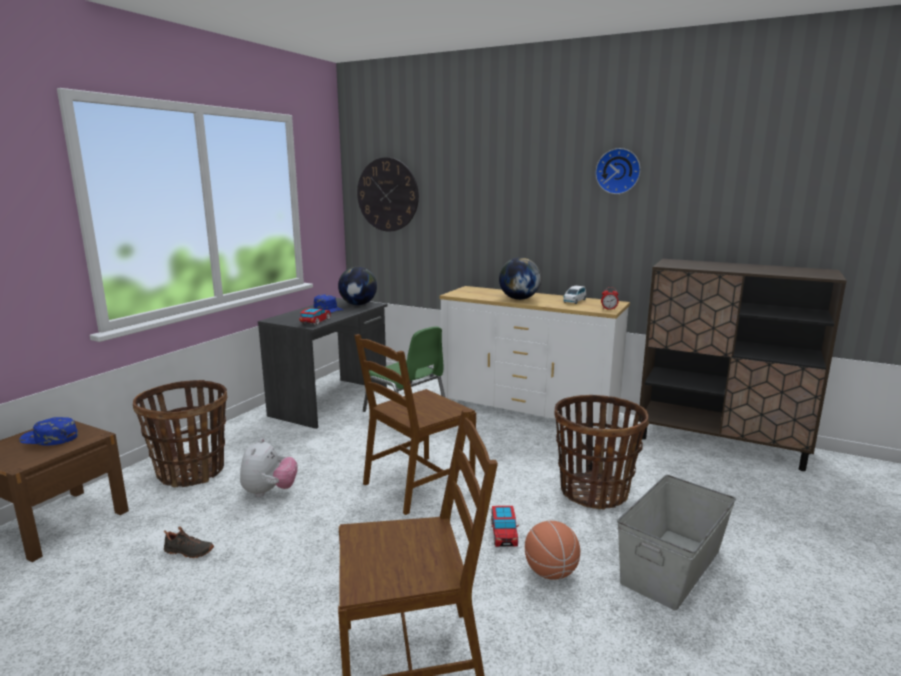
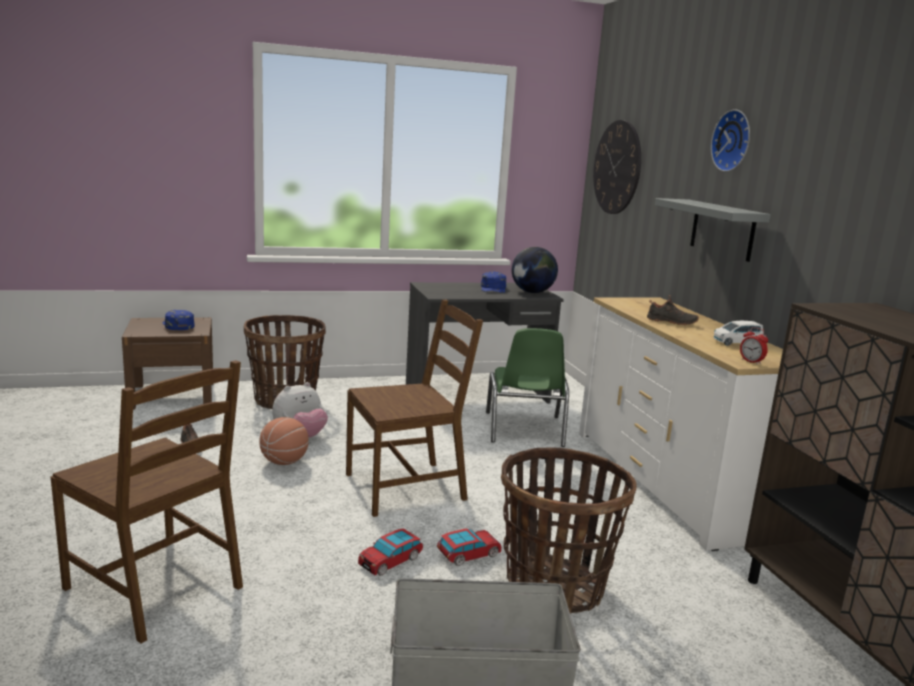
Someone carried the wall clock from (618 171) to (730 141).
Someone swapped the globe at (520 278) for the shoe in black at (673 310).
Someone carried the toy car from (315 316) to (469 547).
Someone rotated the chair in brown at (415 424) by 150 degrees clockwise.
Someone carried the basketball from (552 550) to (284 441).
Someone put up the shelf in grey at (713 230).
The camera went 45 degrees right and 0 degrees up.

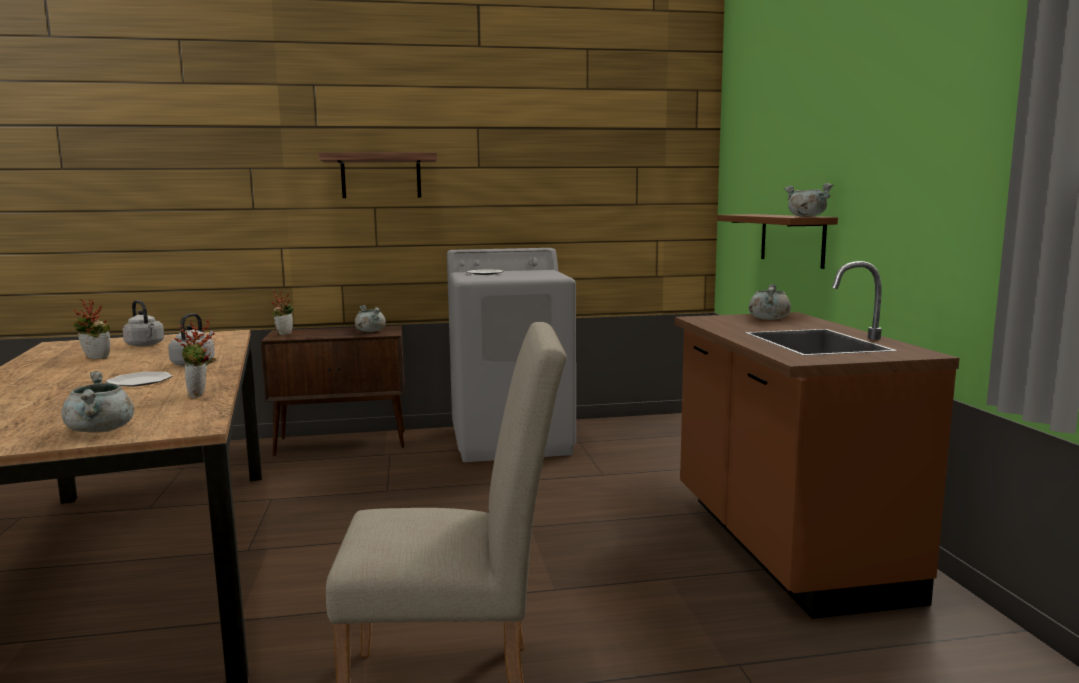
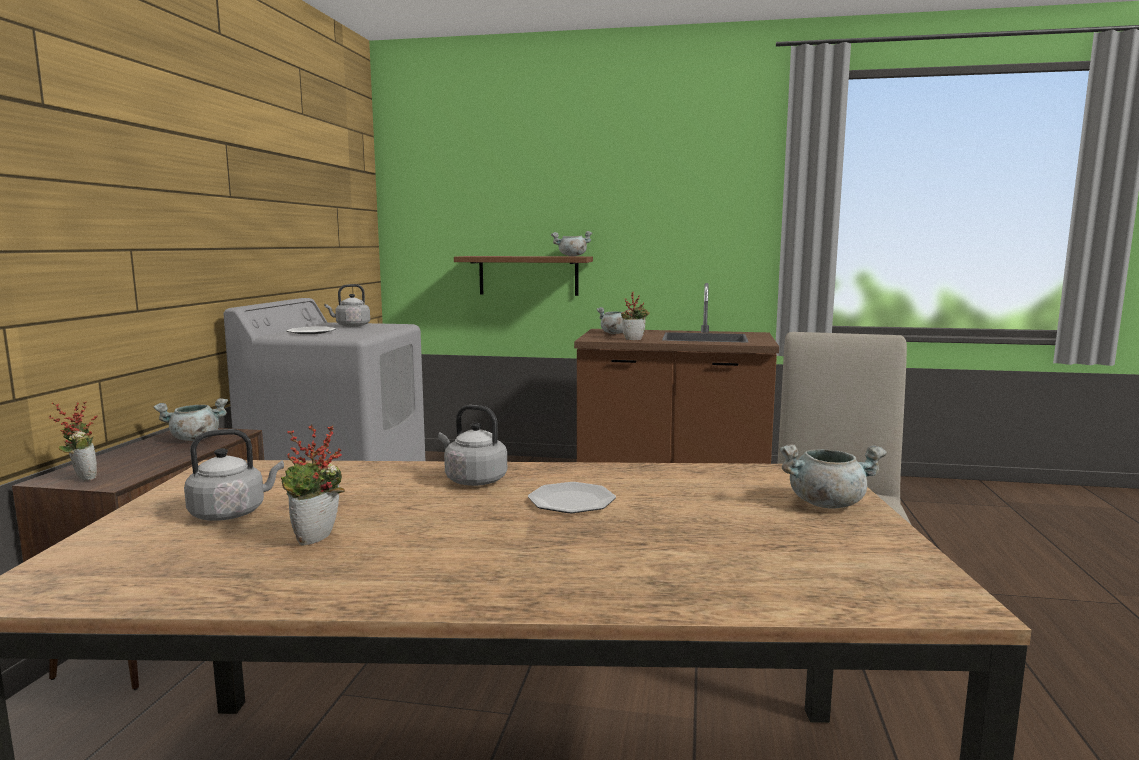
Someone took away the shelf at (378 175).
Someone carried the potted plant from (195 358) to (635 316).
Someone put down the kettle in grey at (347 305).
The camera went 70 degrees left and 0 degrees up.

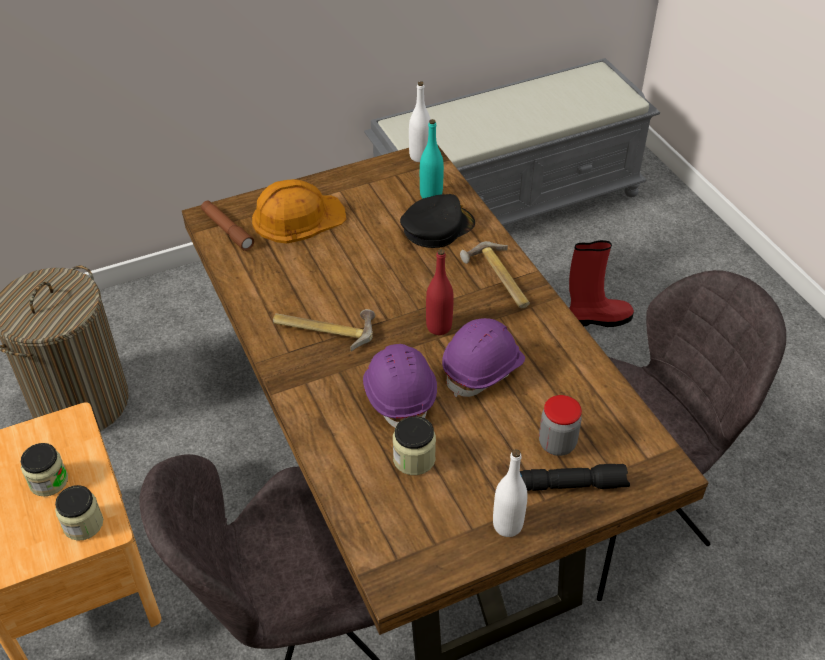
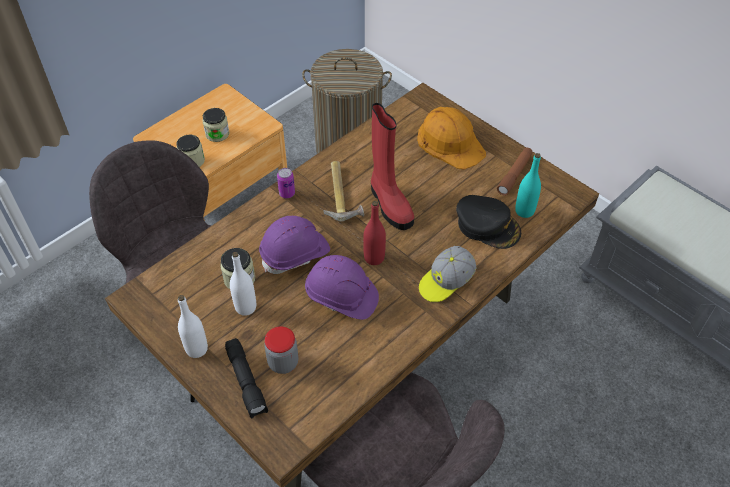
Someone carried the bottle in white from (420 121) to (243 284).
Someone carried the flashlight in brown from (227 226) to (515 171).
Someone carried the boot in red from (601 283) to (392 166).
Someone swapped the hammer at (495 274) for the cap at (448 274).
Someone put down the can at (286 183).
The camera went 70 degrees right and 5 degrees up.

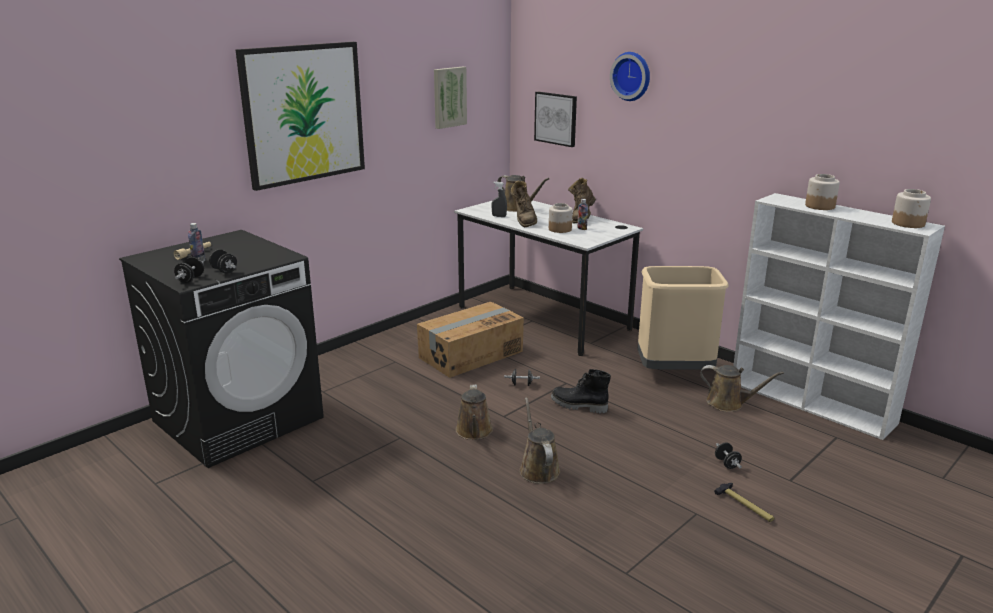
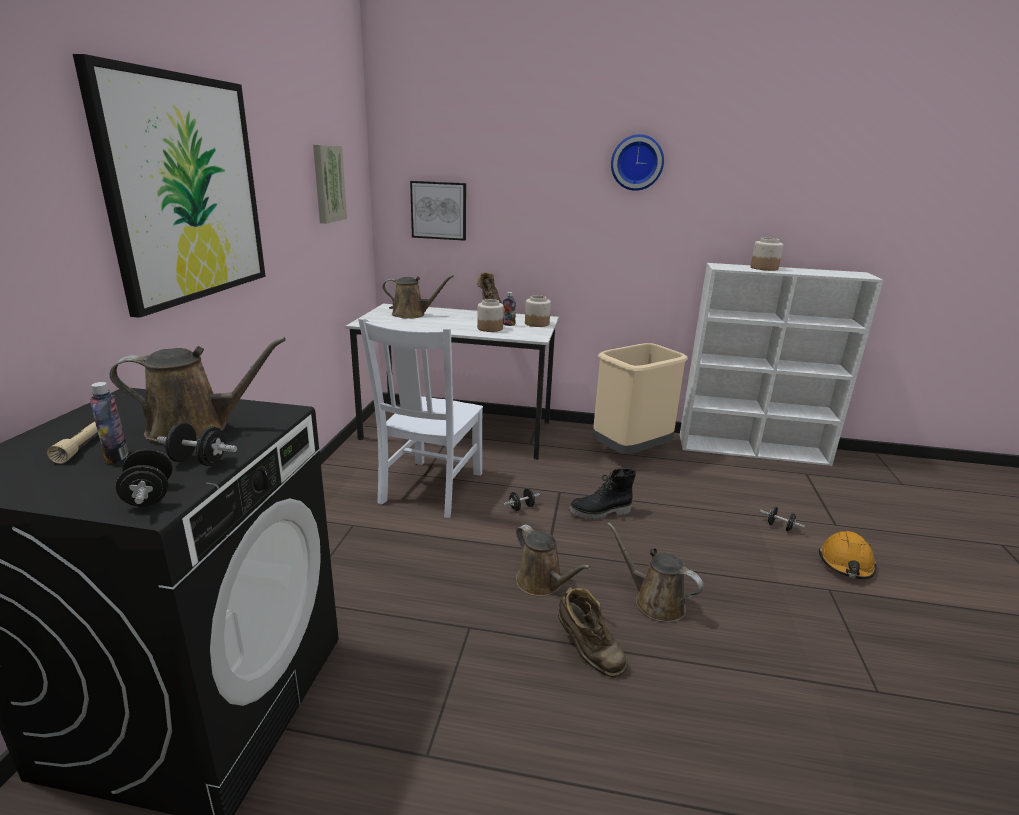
Someone carried the wall clock from (630 76) to (637 162).
Someone carried the boot in brown from (523 203) to (593 632).
Someone took away the spray bottle in grey at (499 199).
Someone carried the jar from (911 208) to (538 311).
Someone swapped the cardboard box at (470 340) for the chair in white at (420 418).
Someone carried the watering can in brown from (742 388) to (198 391).
Someone swapped the hammer at (744 502) for the hard hat in orange at (847 555).
The camera went 35 degrees left and 0 degrees up.

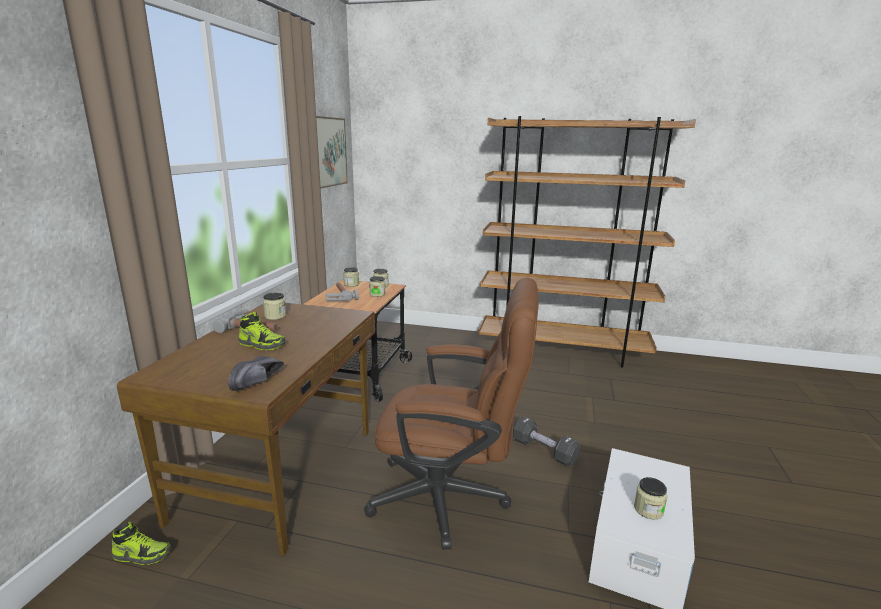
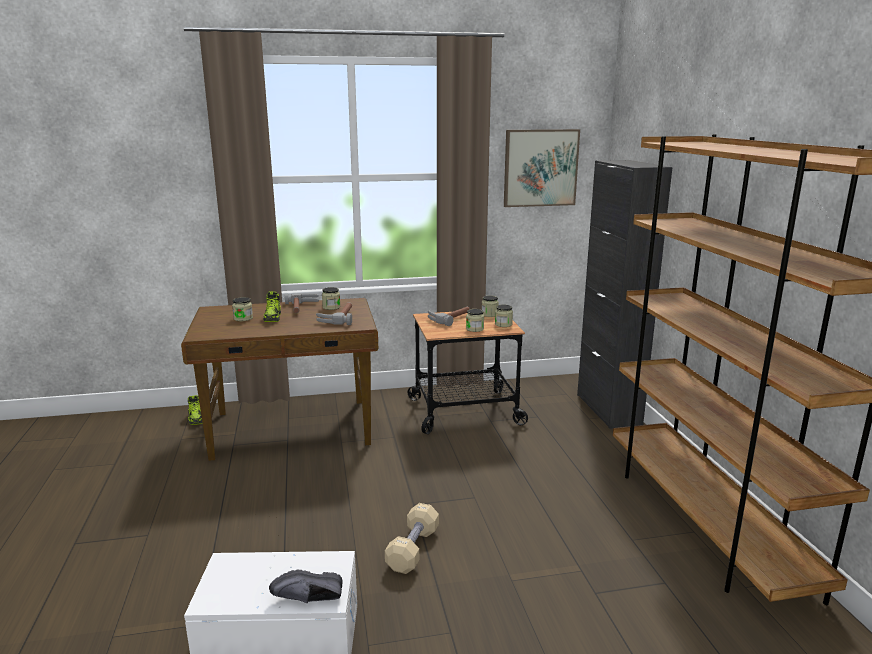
Someone took away the office chair in brown at (451 413).
Someone carried the shoe in black from (256 373) to (305 586).
Someone repainted the dumbbell in black at (546 441), which became the dumbbell in beige at (412 538).
Someone carried the jar from (650 498) to (242 309).
Someone put down the cabinet in black at (624 294).
Someone put down the hammer at (334 314).
The camera went 65 degrees right and 0 degrees up.

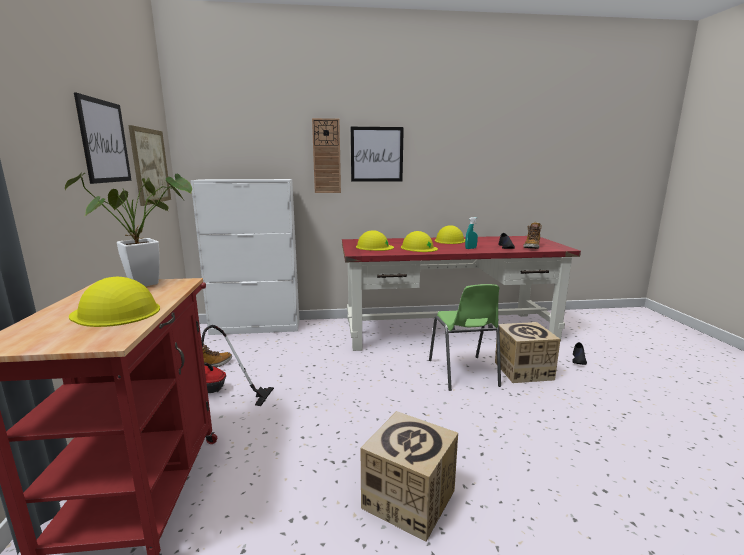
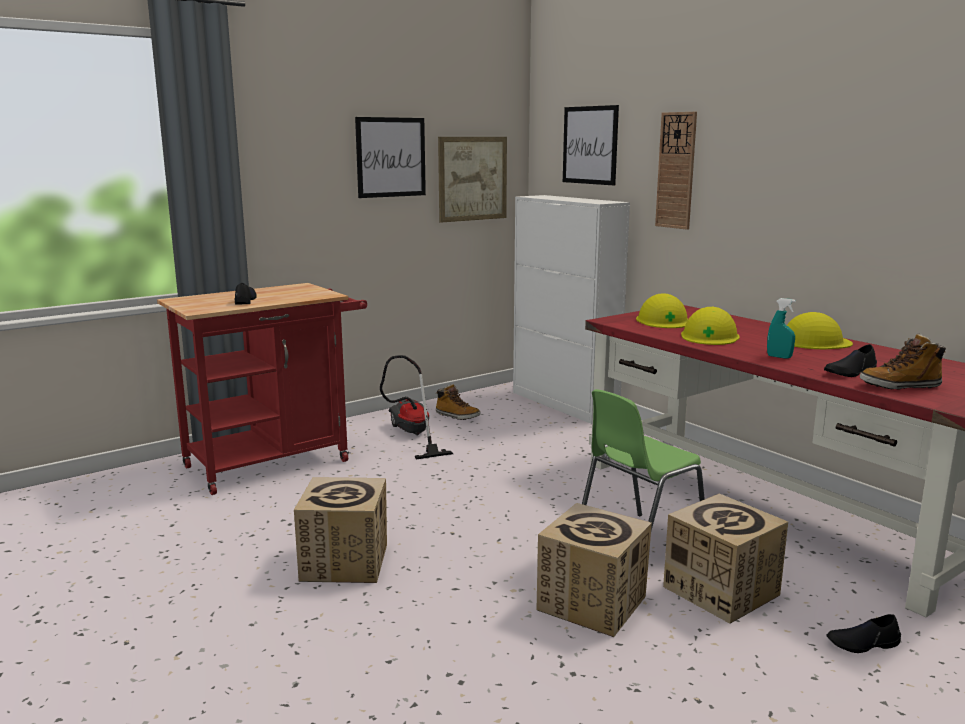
Someone carried the picture from (377 154) to (591 145).
Someone took away the potted plant at (128 229).
Someone swapped the hard hat in yellow at (114 302) for the shoe in black at (245 294).
Someone put down the cardboard box at (594 570).
The camera went 60 degrees right and 0 degrees up.

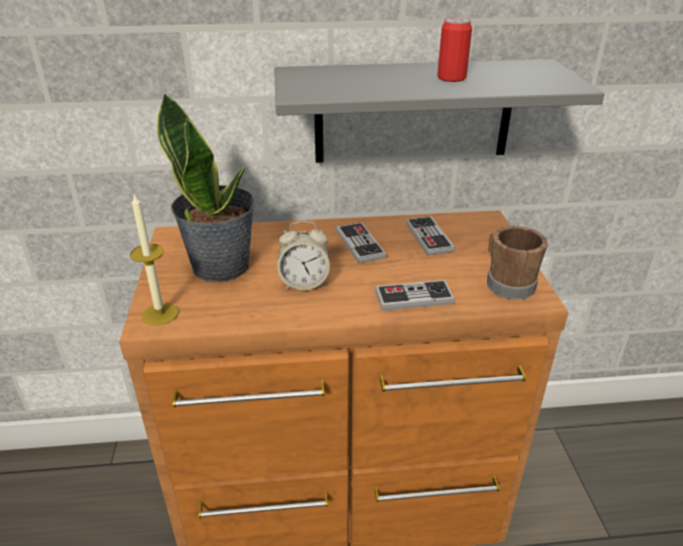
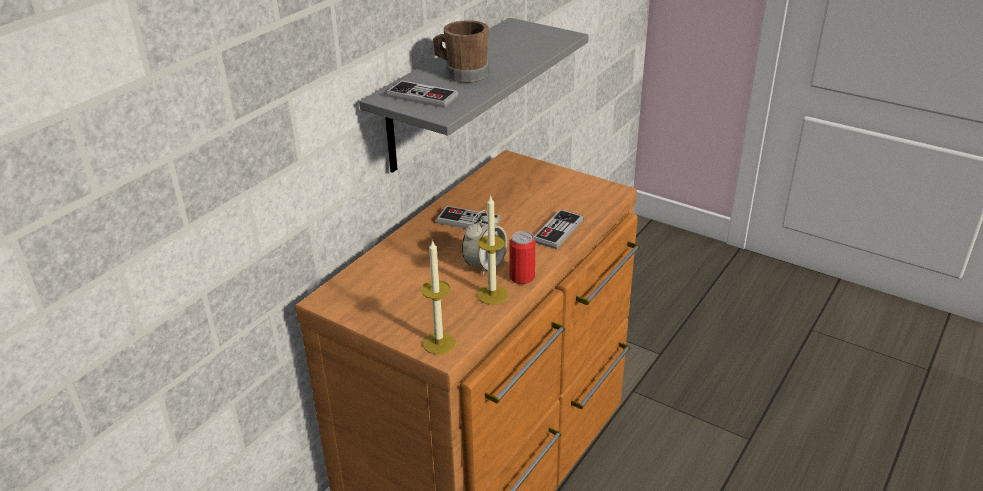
Someone carried the can from (454 49) to (522 257).
Someone took away the potted plant at (206 187).
Someone carried the game controller from (430 236) to (422 94).
Someone carried the mug in brown from (517 263) to (461 51).
Someone put down the candle at (492 249).
The camera went 50 degrees left and 0 degrees up.

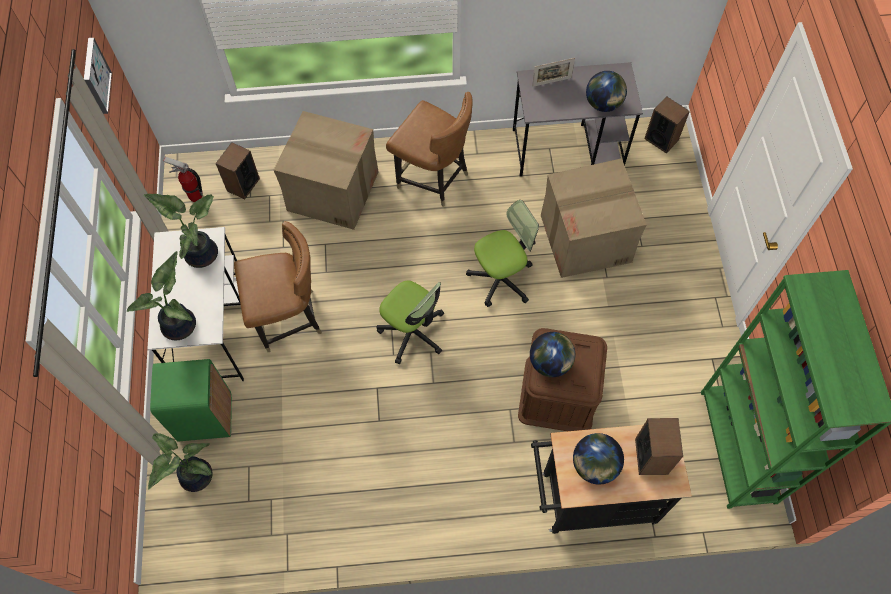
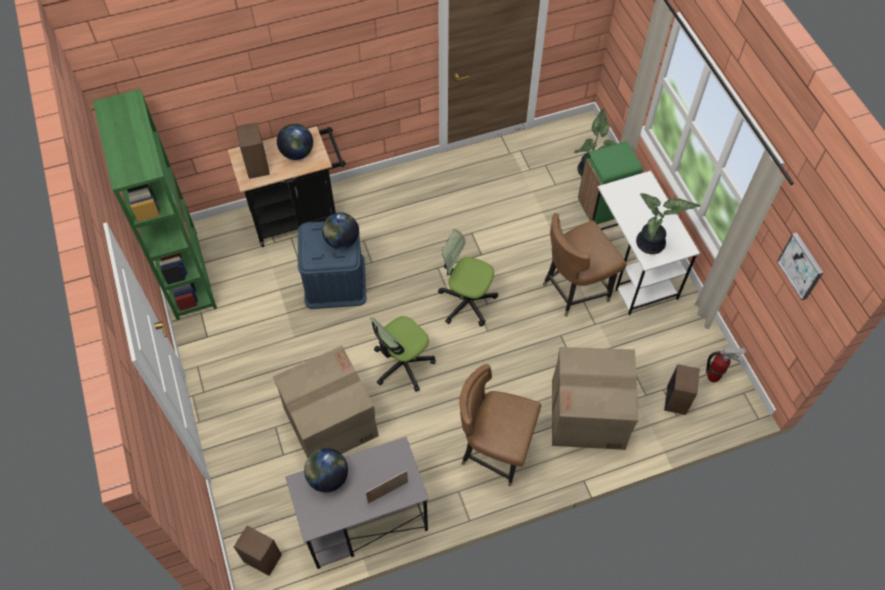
Someone took away the potted plant at (161 296).
Someone repainted the storage box in brown at (562 379), which became the storage box in blue at (332 265).
The camera went 165 degrees right and 5 degrees down.

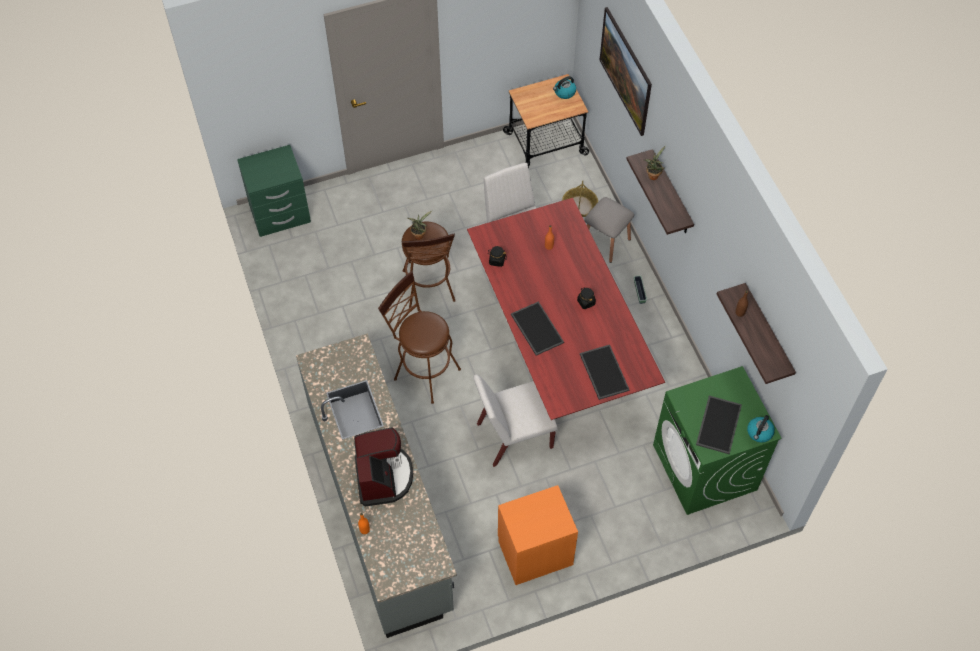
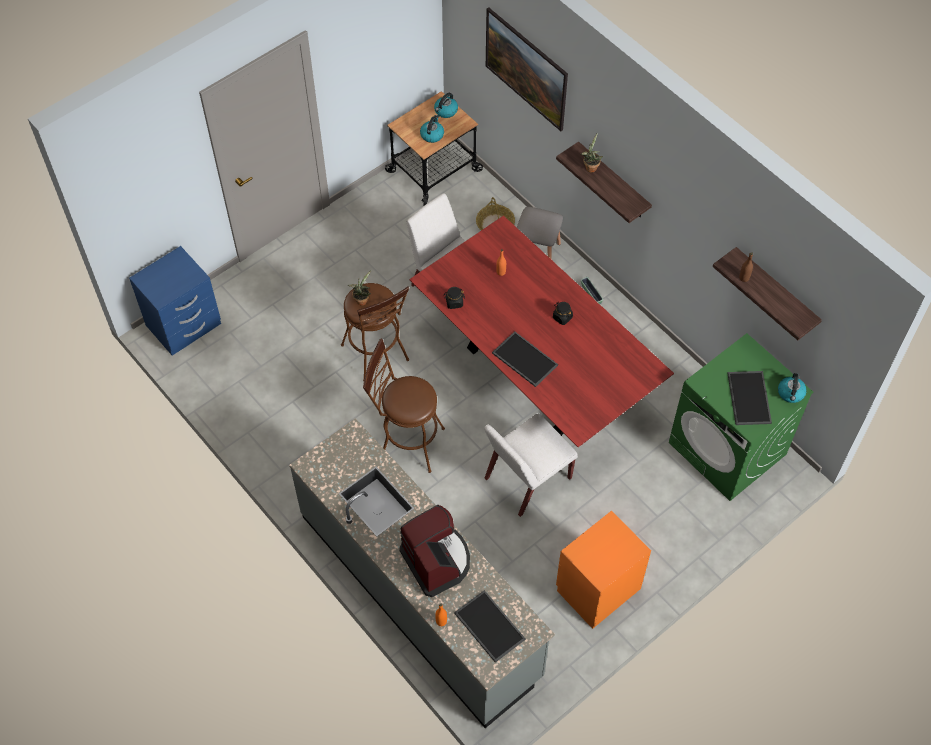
Someone repainted the nightstand in green at (274 191), which became the nightstand in blue at (175 301).
Someone carried the tray from (605 372) to (490 626).
Someone put down the kettle at (432 129).
The camera went 20 degrees left and 0 degrees up.

